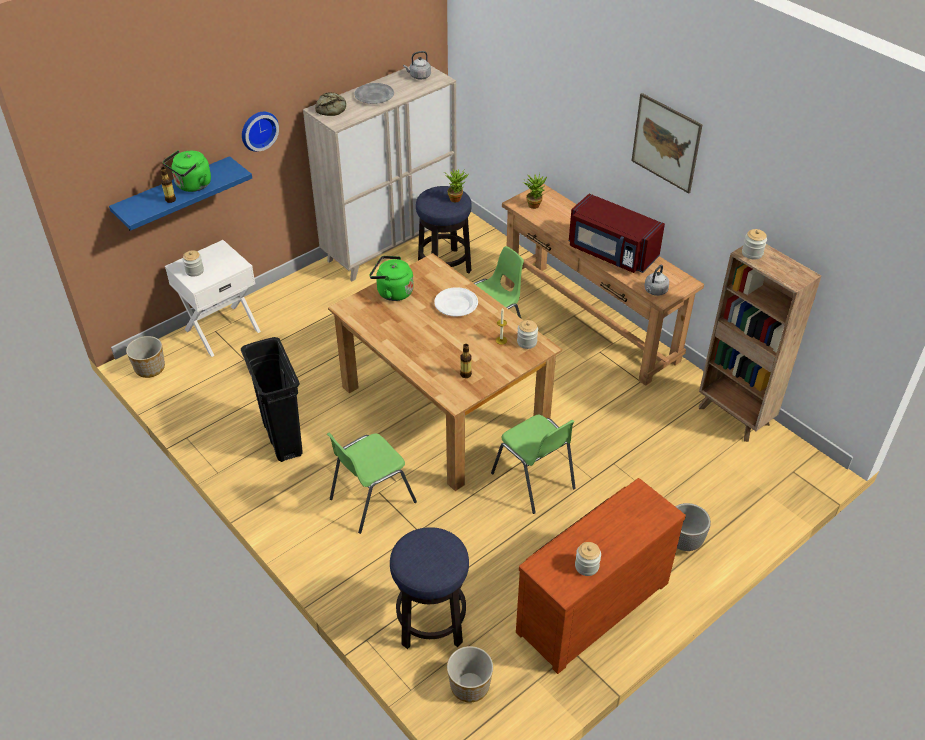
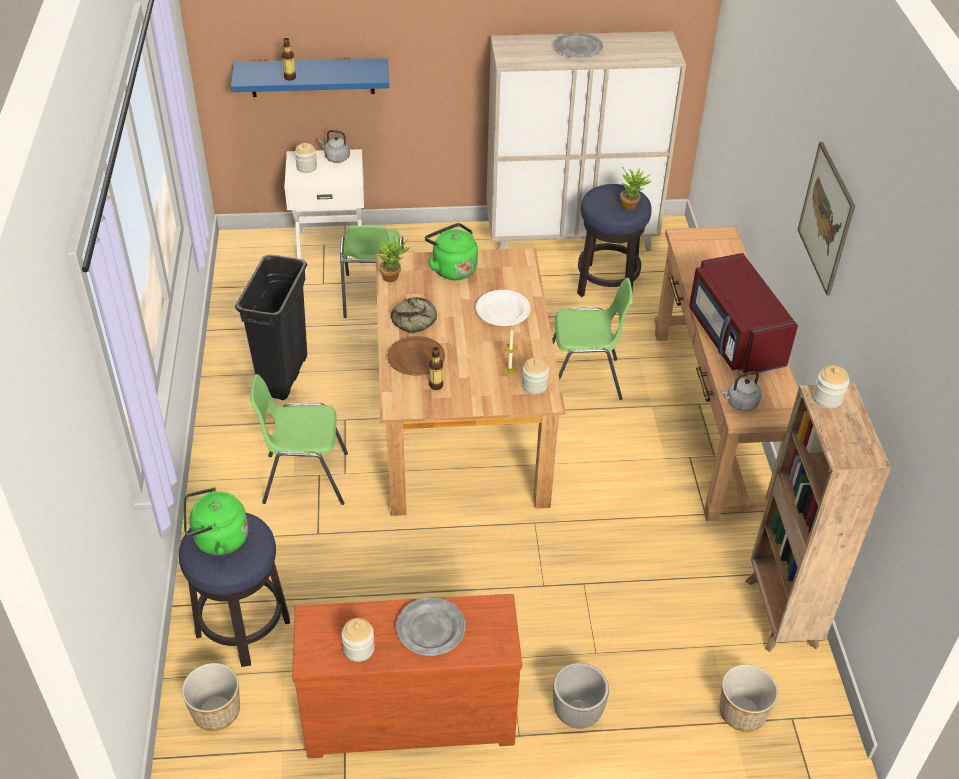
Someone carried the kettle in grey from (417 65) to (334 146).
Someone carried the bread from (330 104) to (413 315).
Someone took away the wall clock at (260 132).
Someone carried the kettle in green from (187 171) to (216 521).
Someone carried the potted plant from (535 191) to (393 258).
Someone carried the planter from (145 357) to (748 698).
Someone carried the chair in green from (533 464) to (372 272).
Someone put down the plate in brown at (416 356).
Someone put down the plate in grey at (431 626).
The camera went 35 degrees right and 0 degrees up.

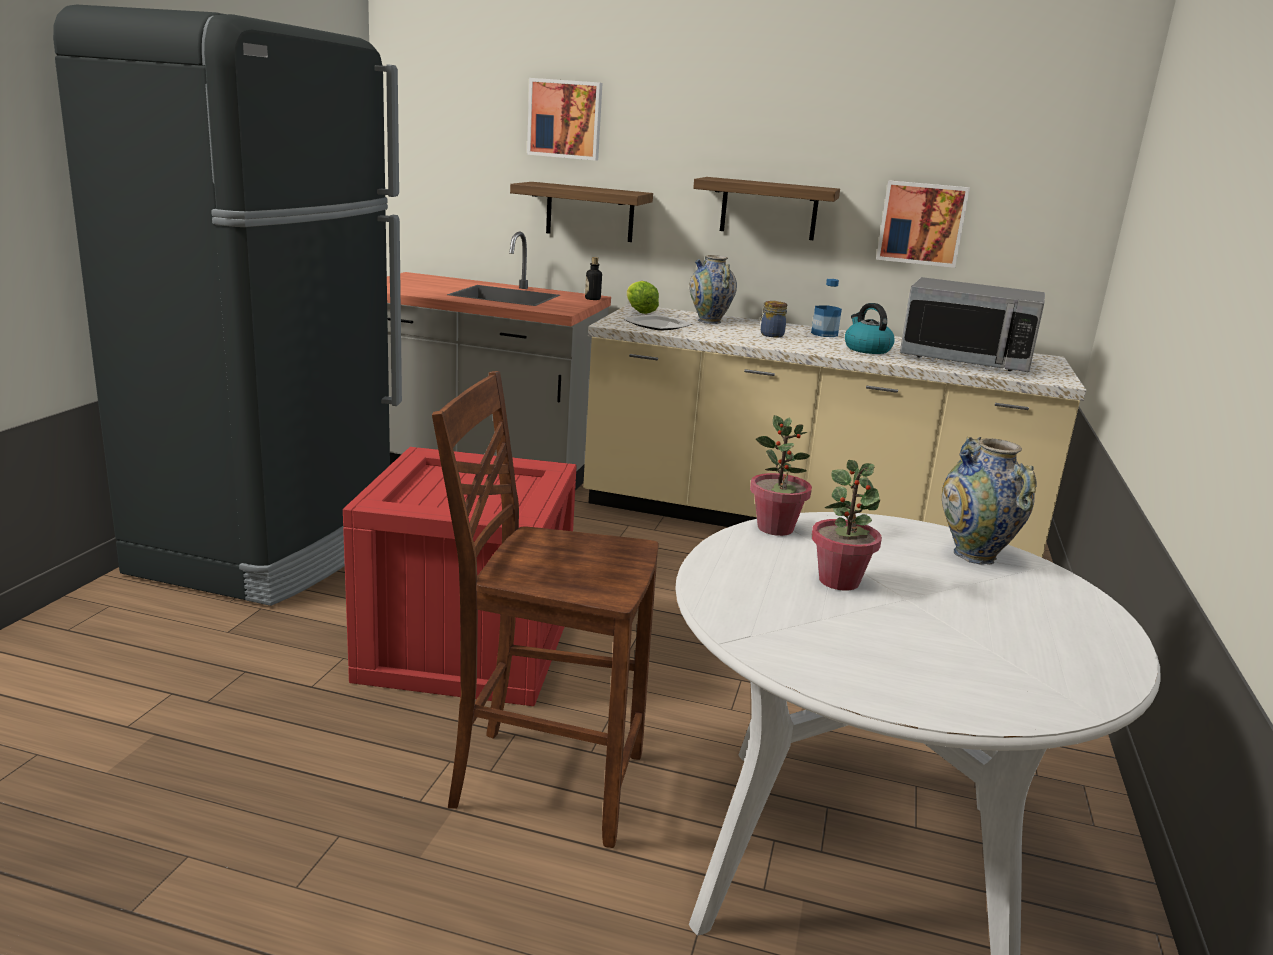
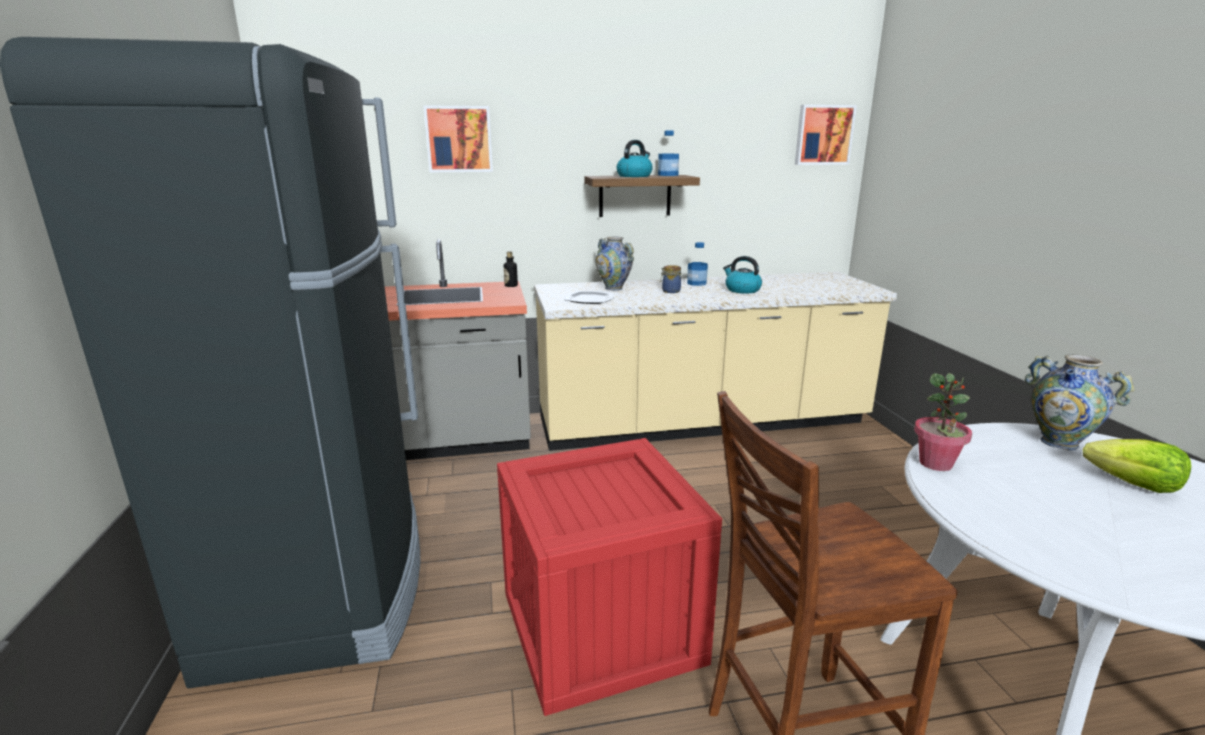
Someone carried the picture from (923 224) to (826 135).
Someone took away the shelf at (581 212).
Someone took away the microwave at (972 324).
Someone carried the lettuce from (643 297) to (1137 466).
Someone took away the potted plant at (847 525).
Someone put down the bottle at (668 153).
Someone put down the kettle at (635 158).
The camera went 25 degrees left and 0 degrees up.

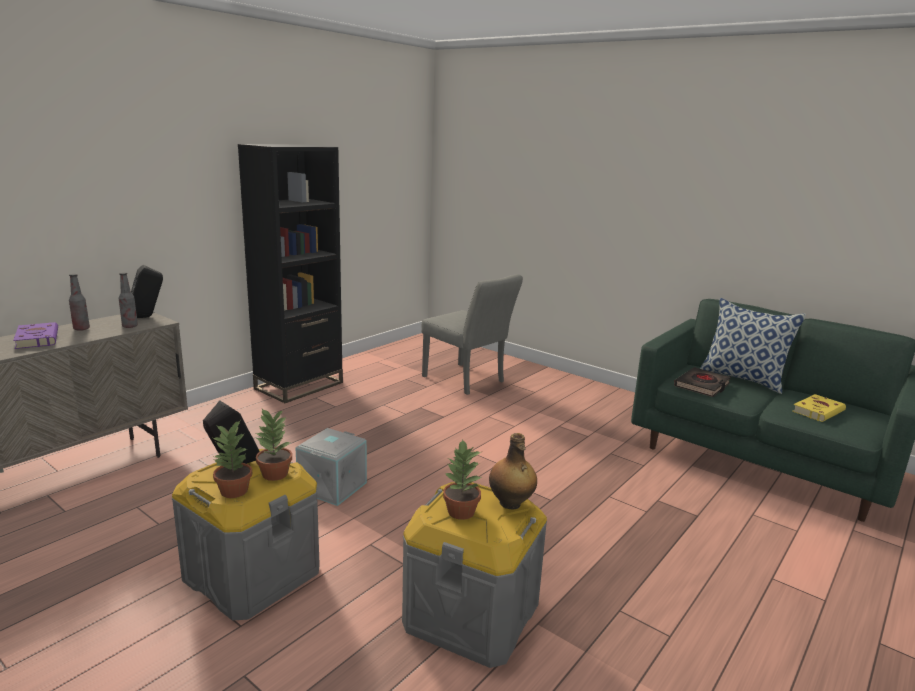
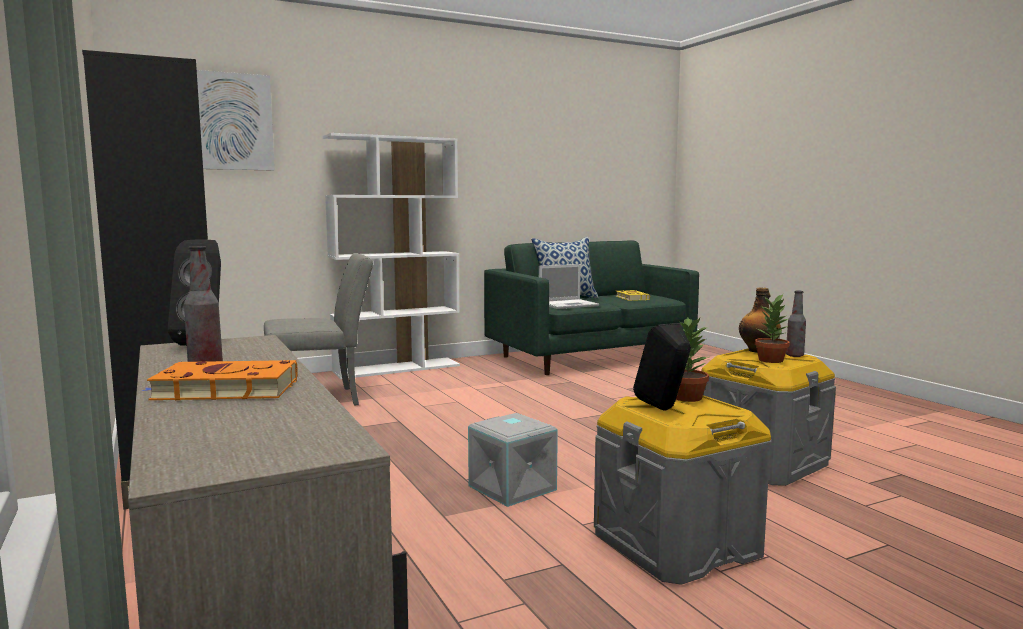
Someone carried the bottle from (128 300) to (796 324).
Someone repainted the book in purple at (35 335), which became the book in orange at (220 380).
Someone swapped the book in black at (702 382) for the laptop at (569 286).
Someone took away the potted plant at (232 459).
Someone put up the picture at (236 120).
Someone put down the bookcase in white at (391 256).
The camera went 65 degrees left and 10 degrees down.

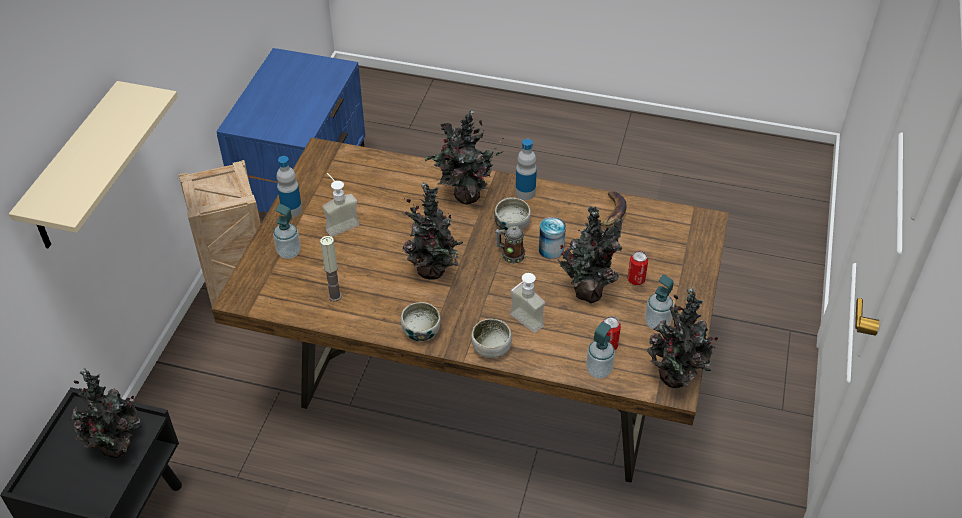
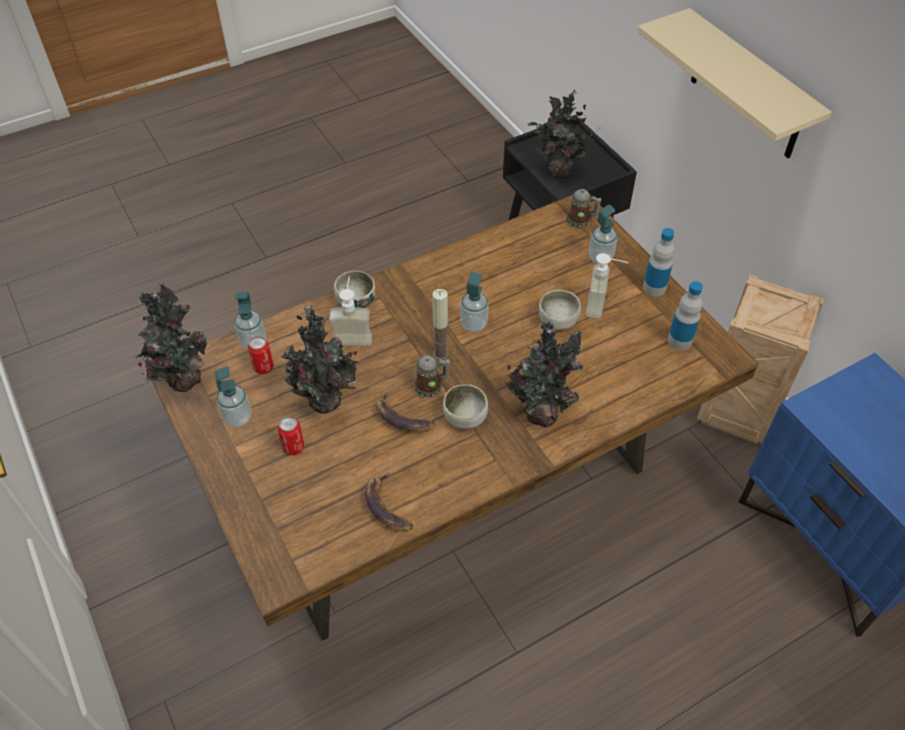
Someone carried the bottle from (526 169) to (685 315).
Someone swapped the potted plant at (432 231) for the soap dispenser at (474 302).
Someone swapped the can at (552 238) for the banana at (405 412).
Someone carried the candle from (331 268) to (440 324).
Someone carried the bowl from (421 321) to (560 310).
Someone put down the mug at (584 208).
The camera went 135 degrees right and 5 degrees up.

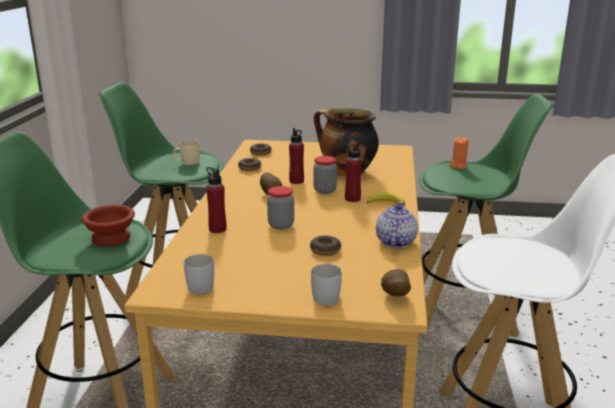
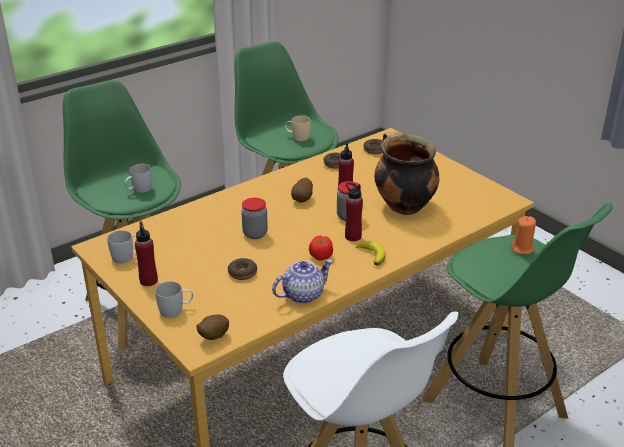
Someone carried the bottle in red from (216 200) to (146 253).
Someone swapped the bowl in brown at (108 226) for the mug in white at (138 178).
Someone put down the tomato at (321 248).
The camera went 45 degrees right and 10 degrees up.

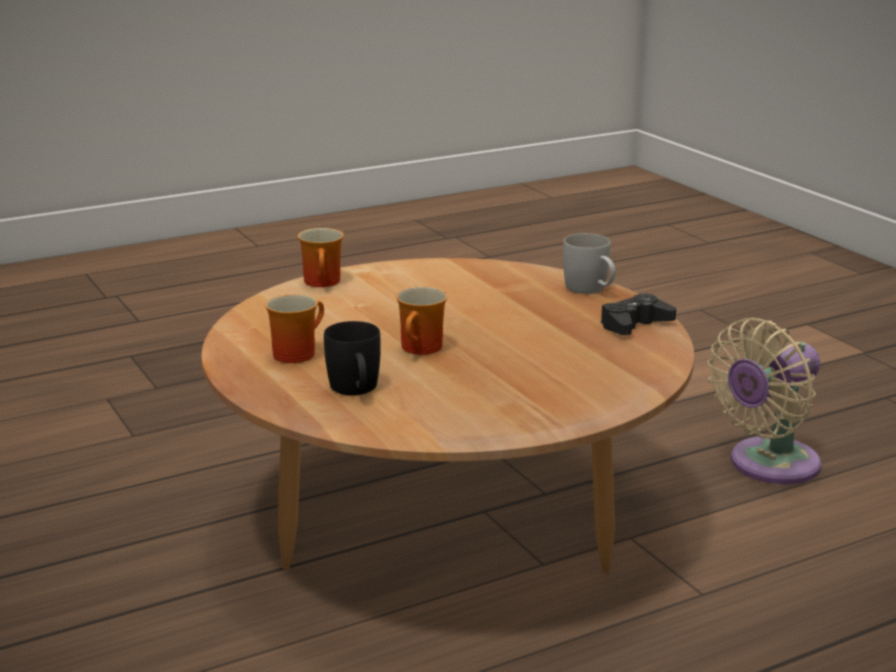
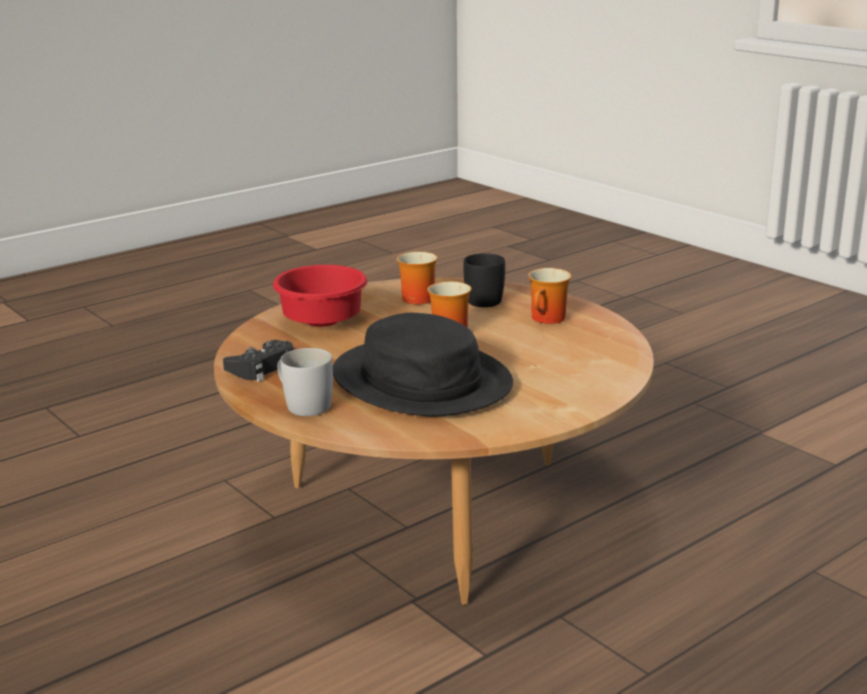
Someone carried the mug from (321 257) to (417 278).
Someone took away the fan in beige at (764 401).
Someone put down the bowl in red at (320 296).
Someone put down the hat in black at (423 364).
The camera went 170 degrees right and 0 degrees up.

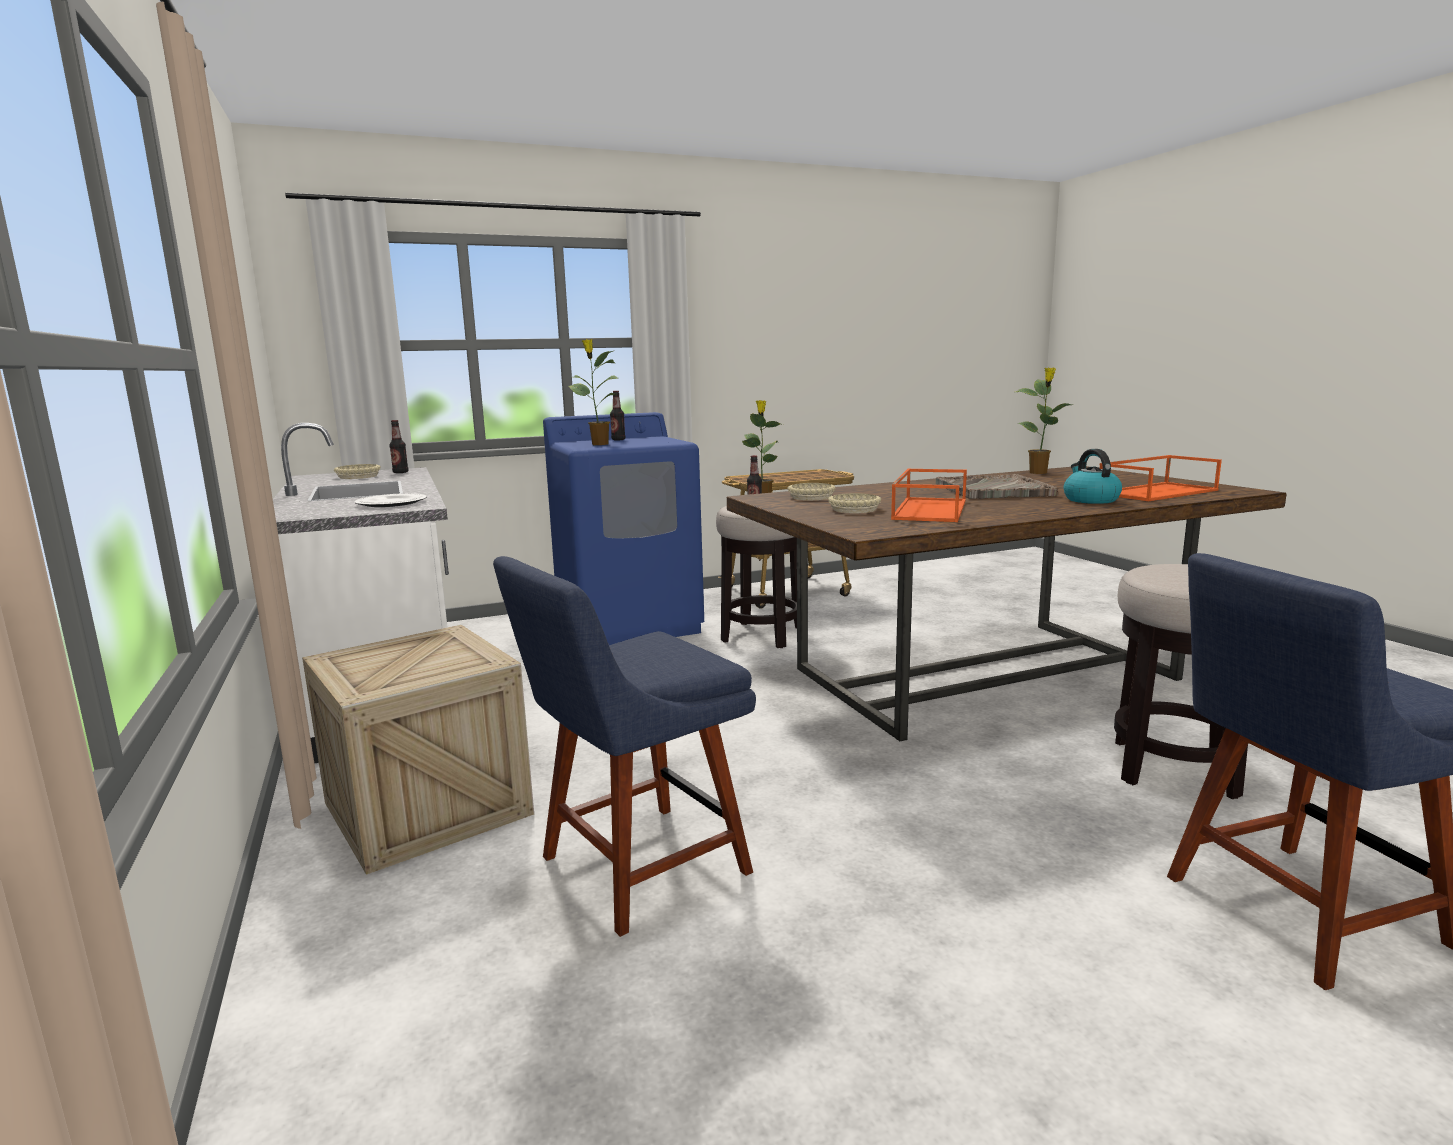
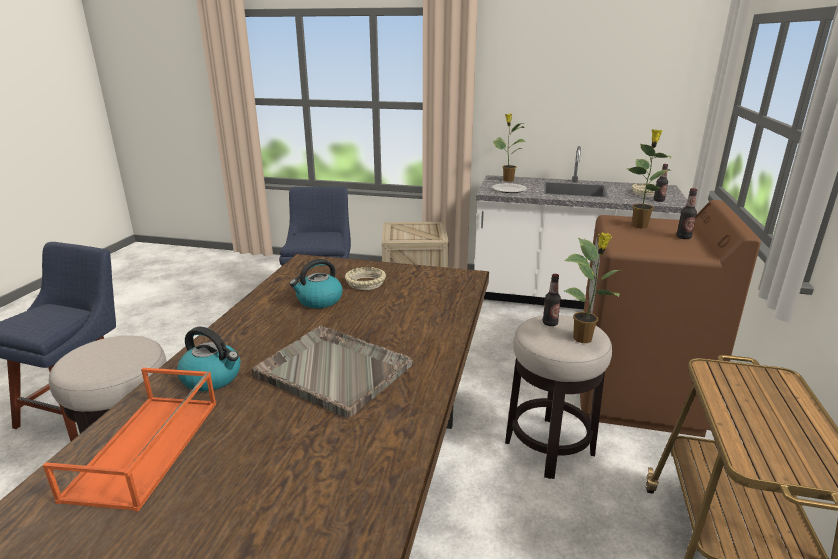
Someone carried the potted plant from (1044 420) to (509 148).
Someone repainted the washing machine in blue at (623 528), which became the washing machine in brown at (670 318).
Someone swapped the tray in orange at (929 495) for the kettle at (316 283).
Someone took away the bowl in beige at (811 491).
The camera went 125 degrees right and 10 degrees up.

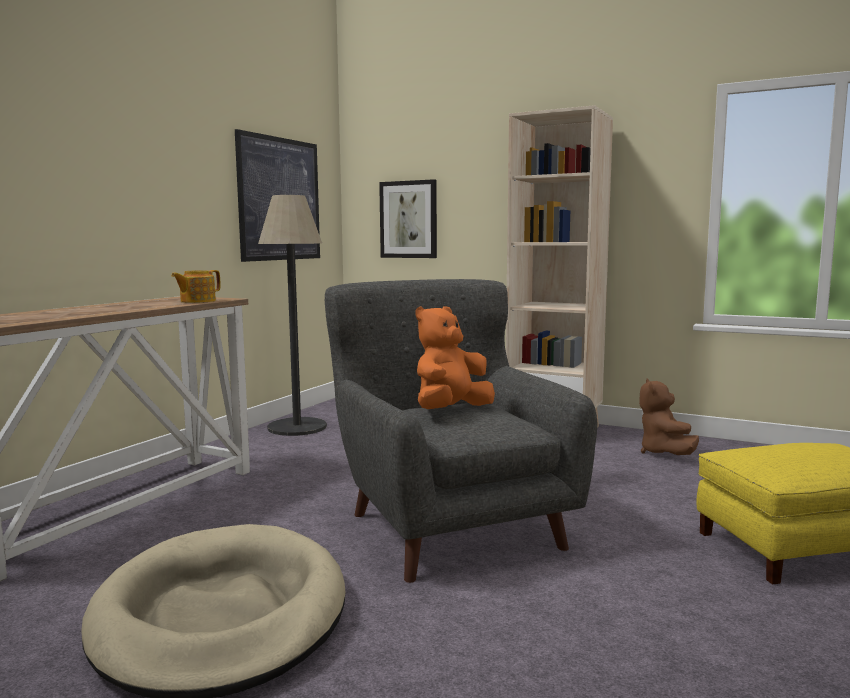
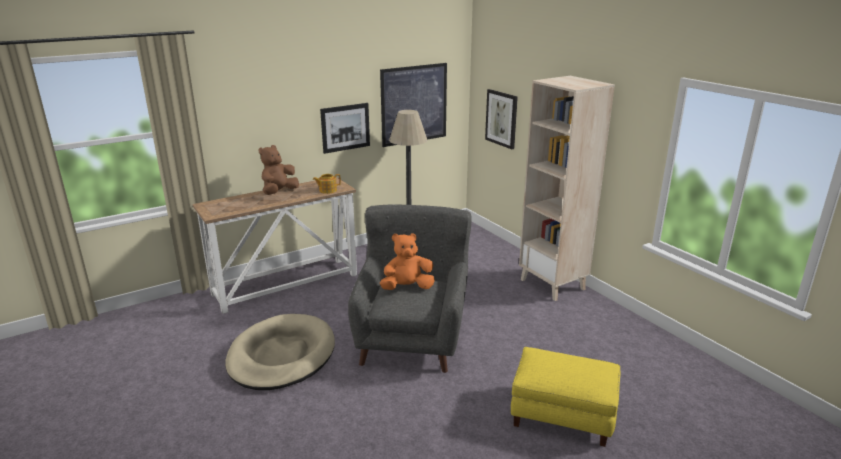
Someone carried the plush toy in brown from (669 417) to (278 170).
Someone put up the picture at (345 128).
The camera went 30 degrees right and 15 degrees up.

